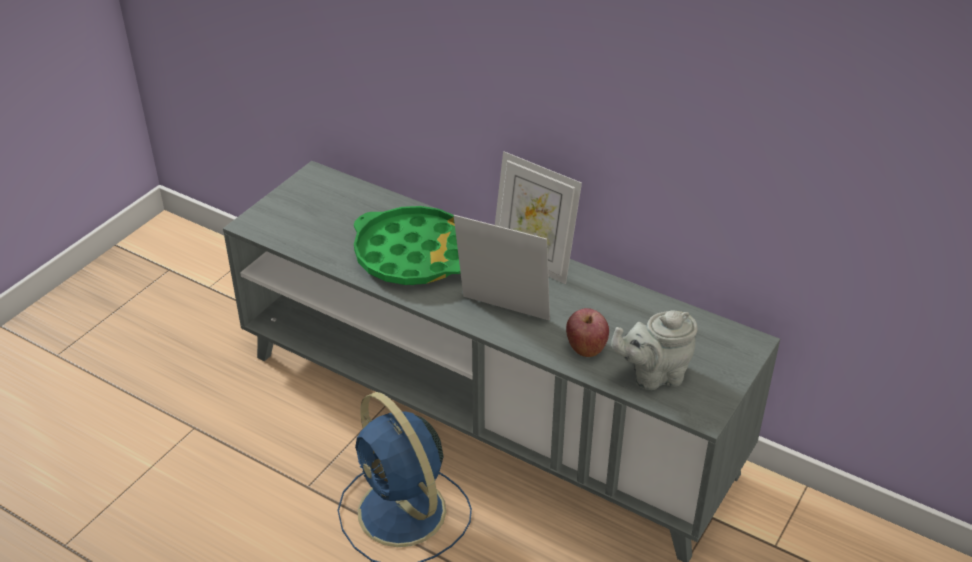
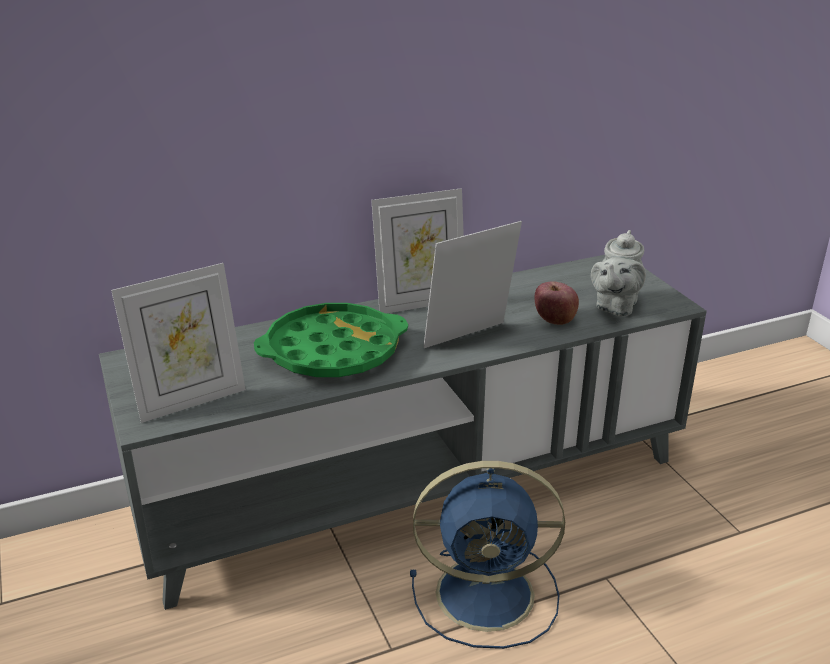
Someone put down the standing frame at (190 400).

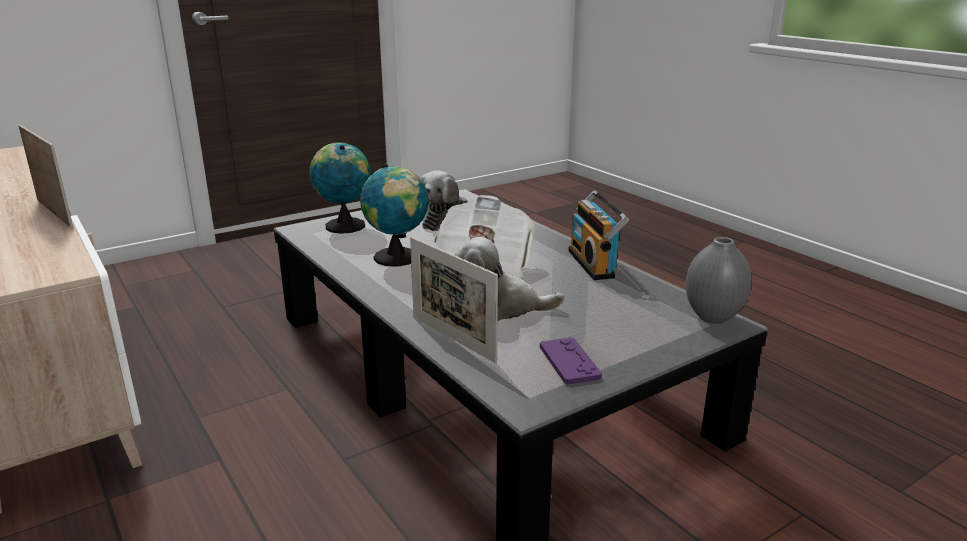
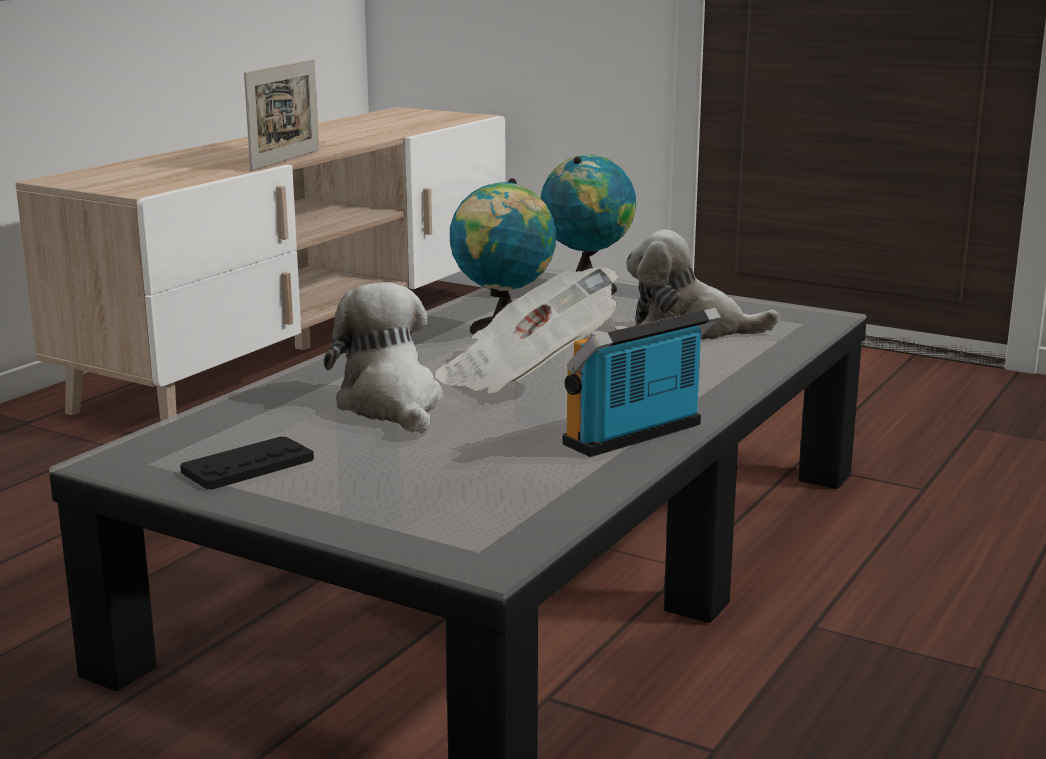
Someone took away the standing frame at (452 339).
Someone took away the greyish flower vase at (713 318).
Someone repainted the purple-coloured gamepad at (569 362), which became the black gamepad at (248 466).

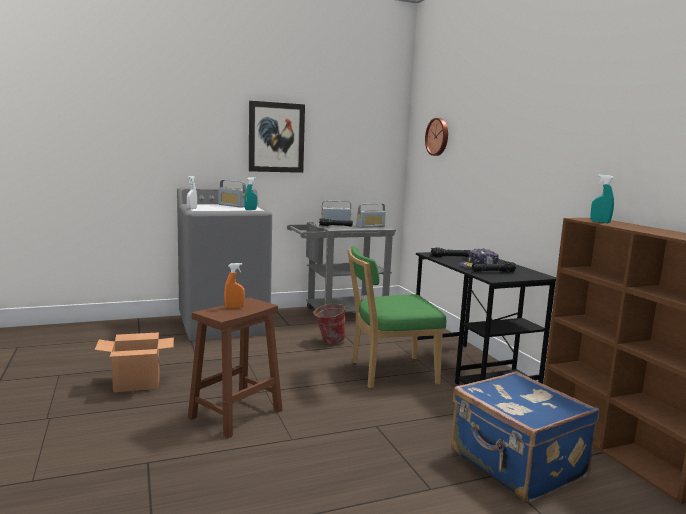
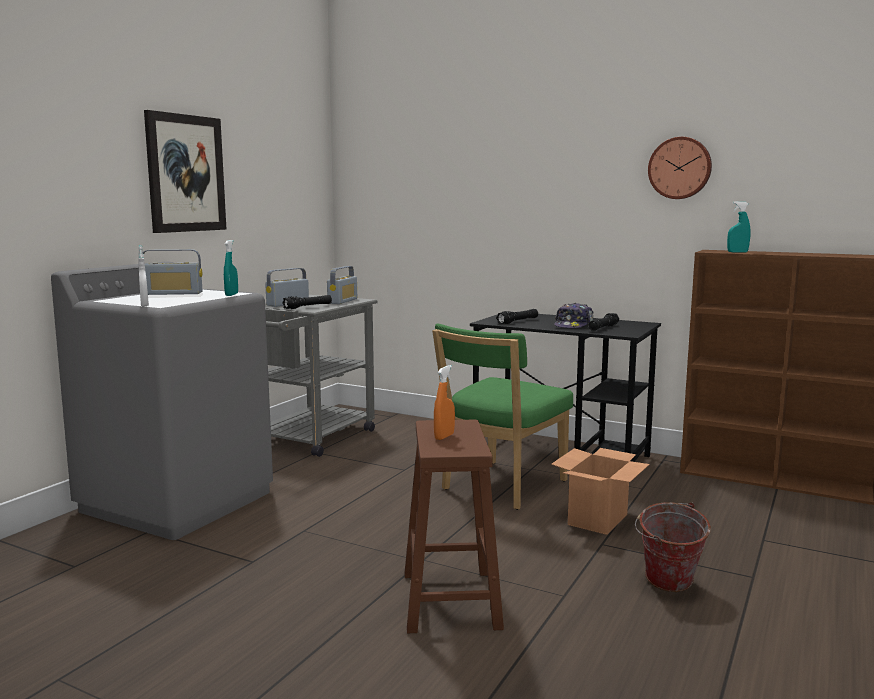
Someone carried the clock on the wall from (438 137) to (680 168).
Someone carried the pail from (328 342) to (667 586).
Someone carried the packing box from (137 384) to (597 519).
Someone took away the blue-coloured piece of luggage at (516 465).

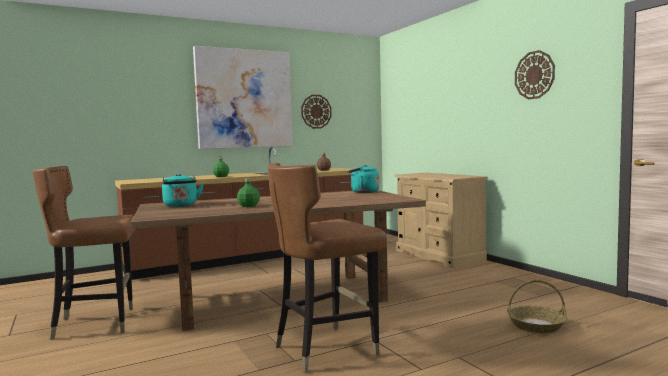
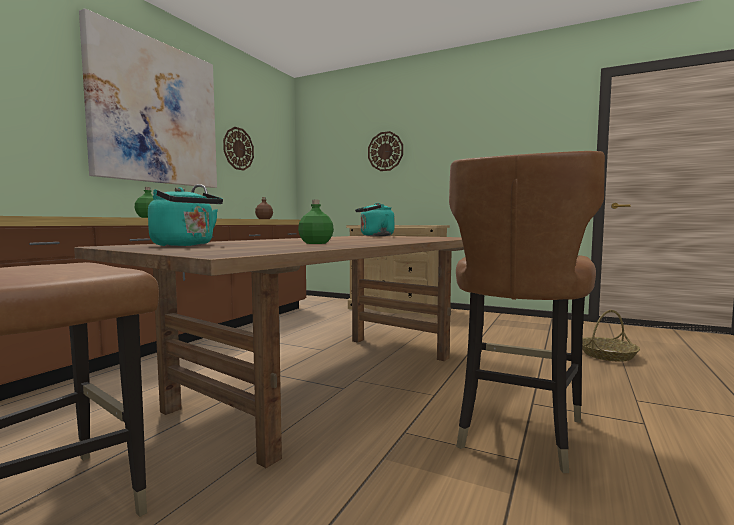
Someone carried the clock on the wall from (534 75) to (385 151).

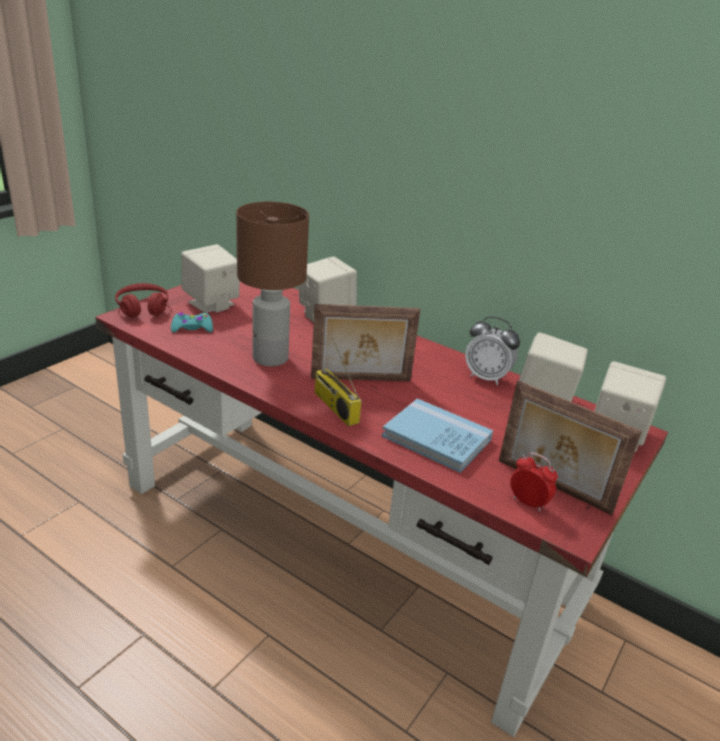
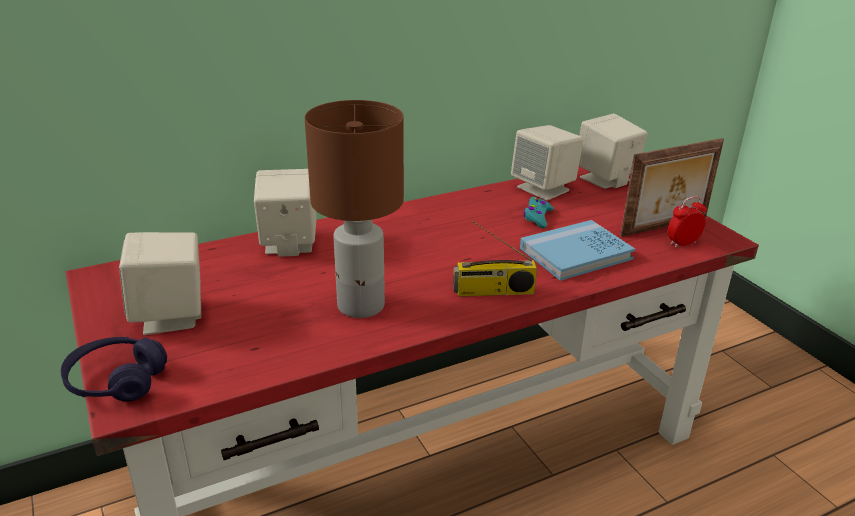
Someone repainted the red headset at (143 308), which became the purple-coloured headset at (116 381).
Someone took away the standing frame at (361 380).
Someone carried the turquoise-coloured gamepad from (192 328) to (537 217).
Someone took away the bedside clock at (486 377).

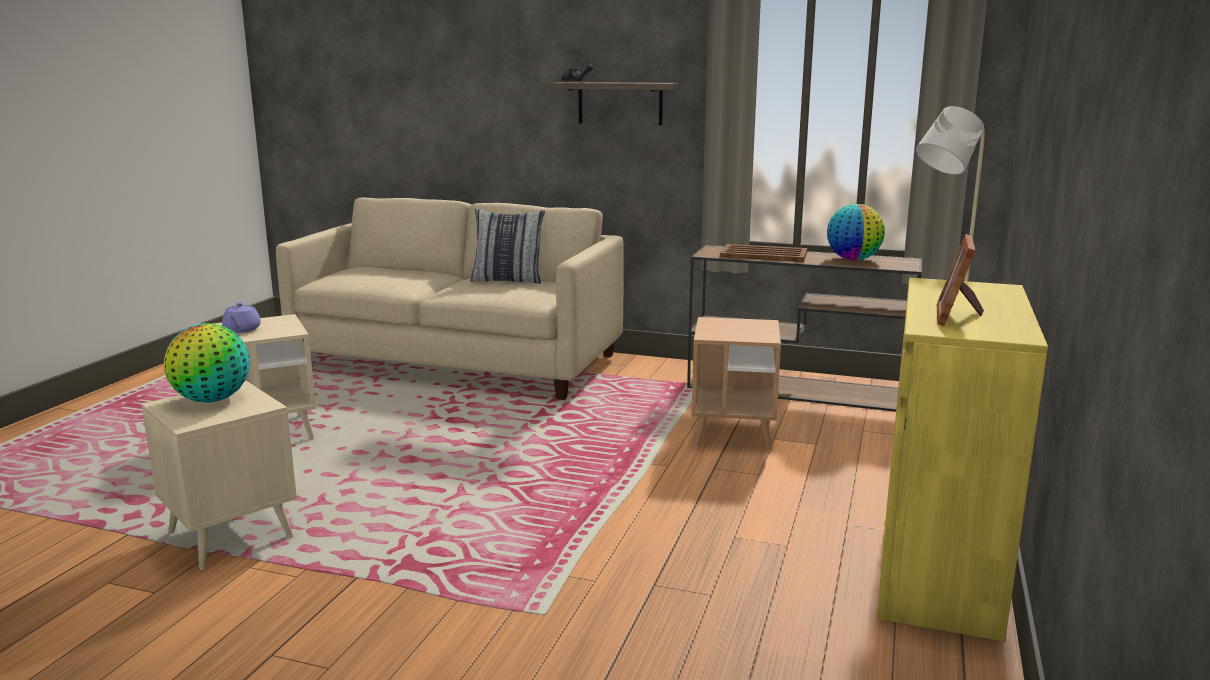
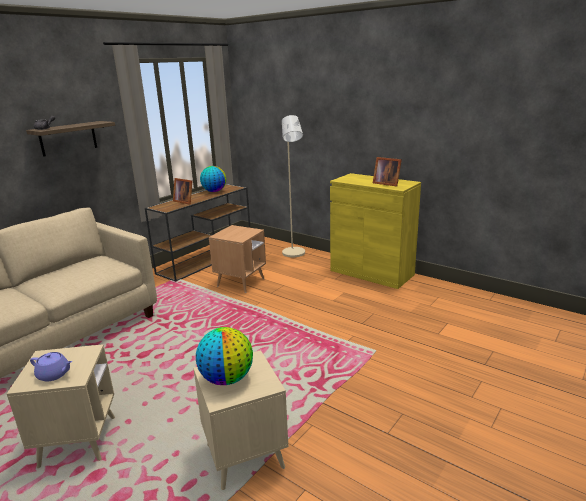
Someone took away the pillow at (508 280).
Someone swapped the brownish tray at (764 255) for the standing frame at (184 201).

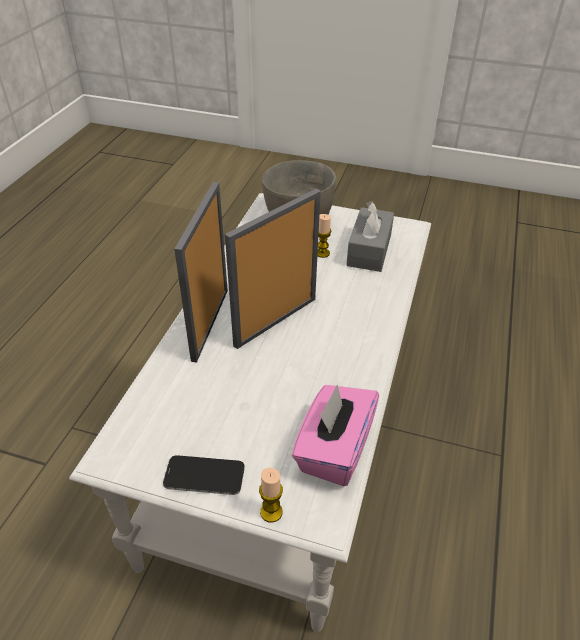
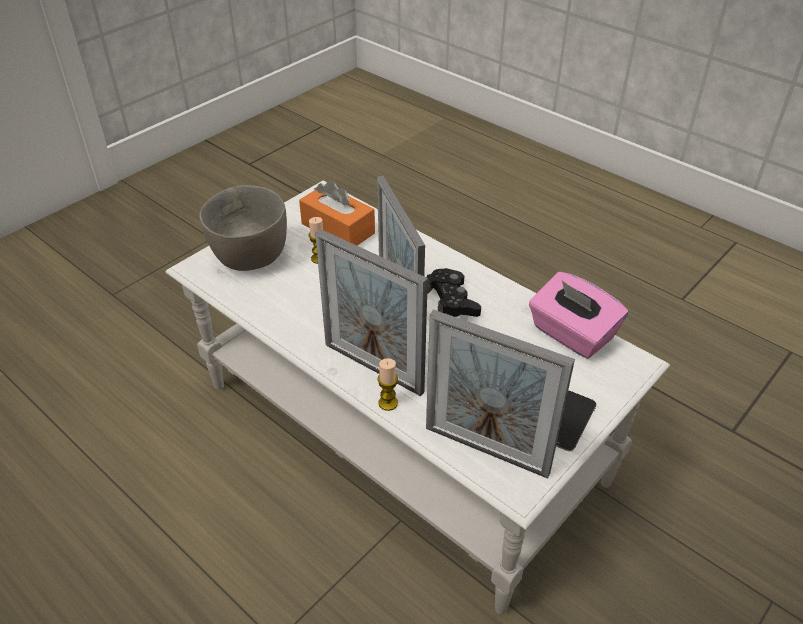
Someone repainted the greyish tissue box at (369 250), which became the orange tissue box at (338 228).
Someone carried the wax candle from (271 512) to (388 403).
Someone put down the black gamepad at (452 301).
Someone put down the standing frame at (486 450).

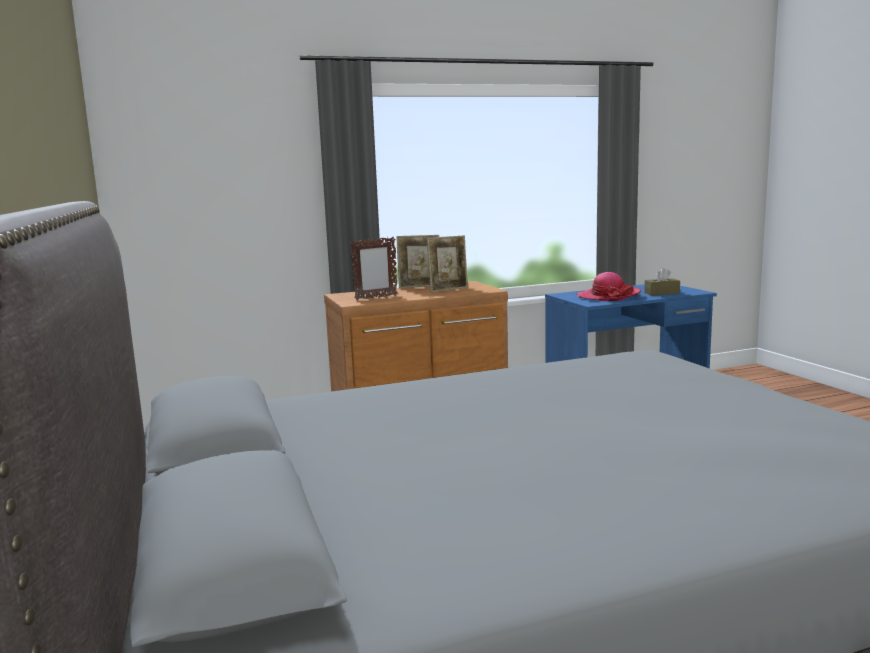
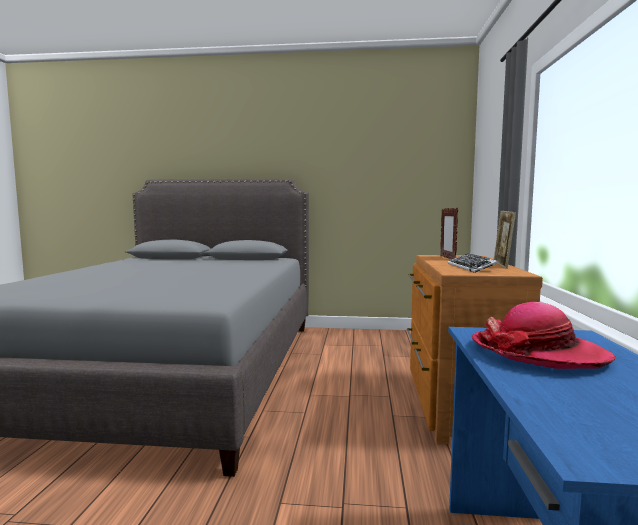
Someone swapped the standing frame at (448 290) for the PC keyboard at (471 267).
Someone took away the brownish tissue box at (661 293).

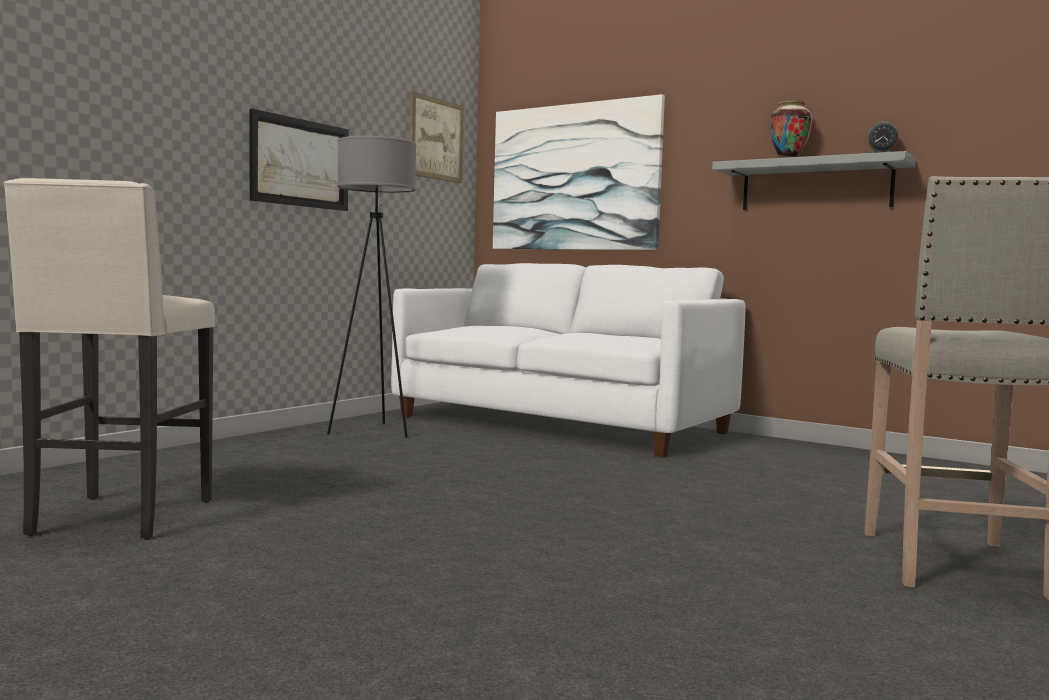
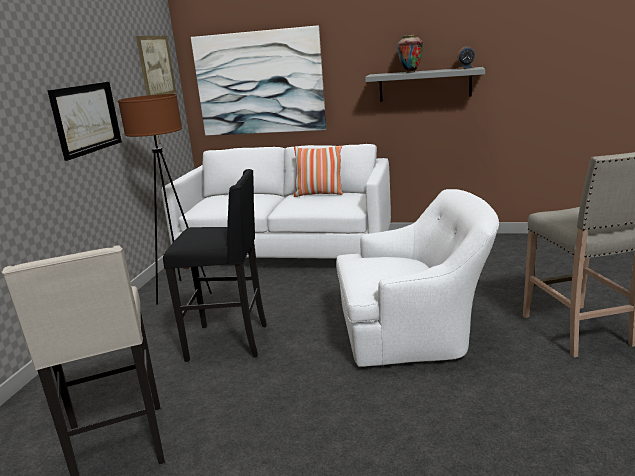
Someone repainted the greyish standing lamp at (373 431), which became the brownish standing lamp at (183 292).
Someone put down the pillow at (319 194).
Someone put down the black stool at (230 342).
Someone put down the whitish armchair at (414 332).

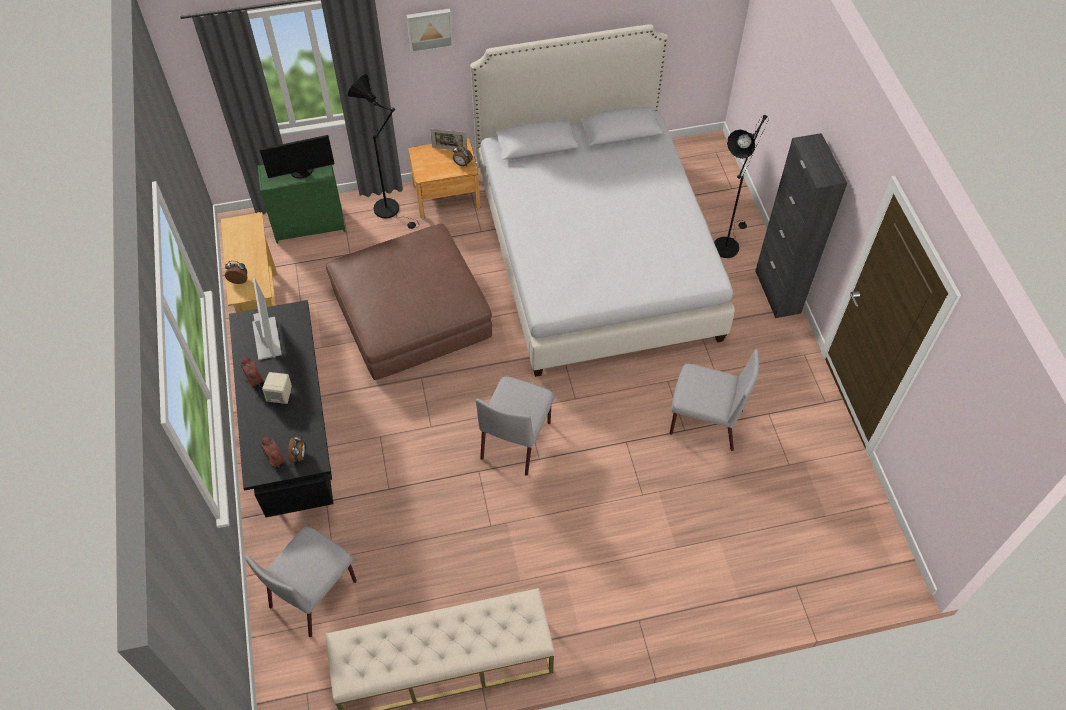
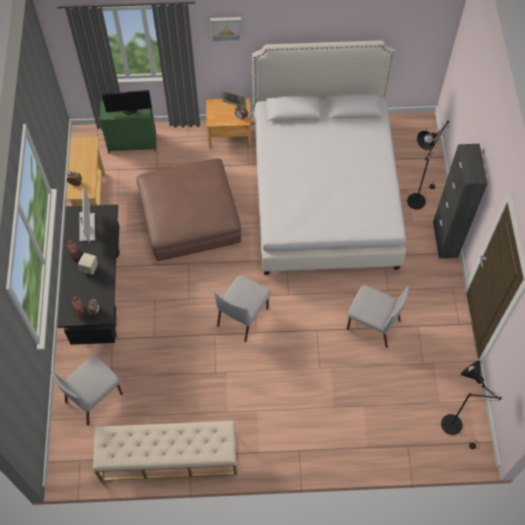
Someone carried the black standing lamp from (391 210) to (455 427).

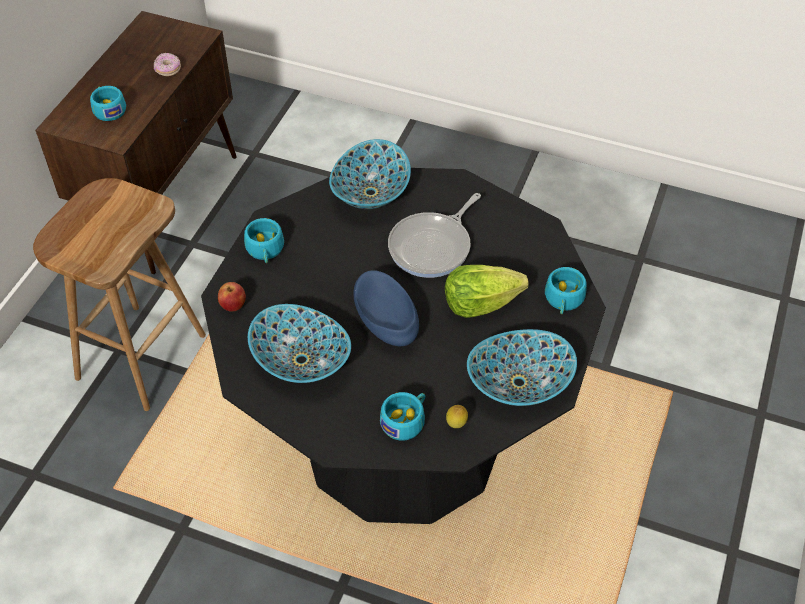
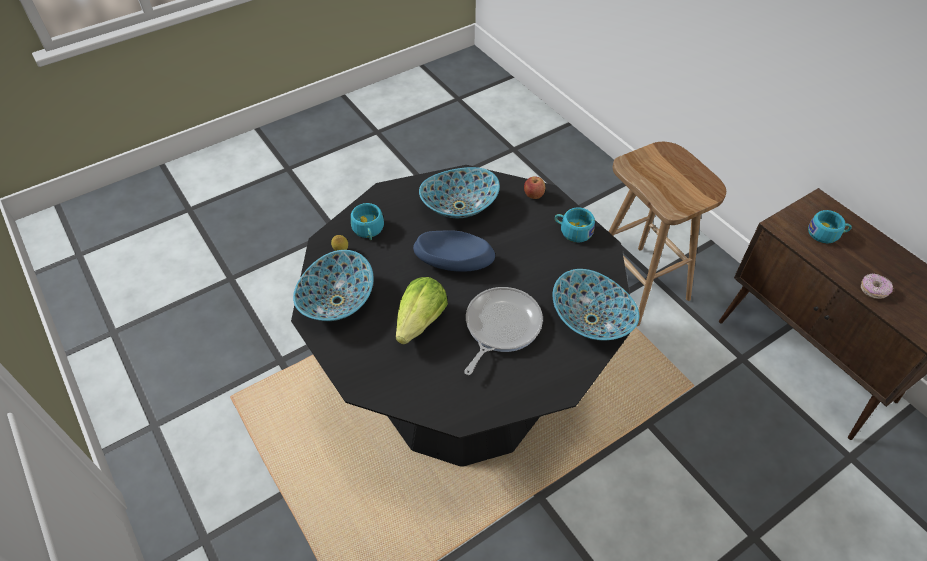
Someone rotated the frying pan at (433 246) by 45 degrees clockwise.
Someone took away the turquoise-coloured cup at (563 301).

